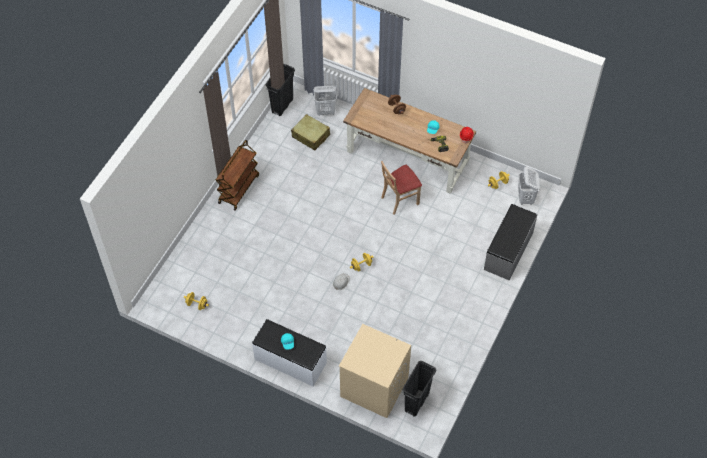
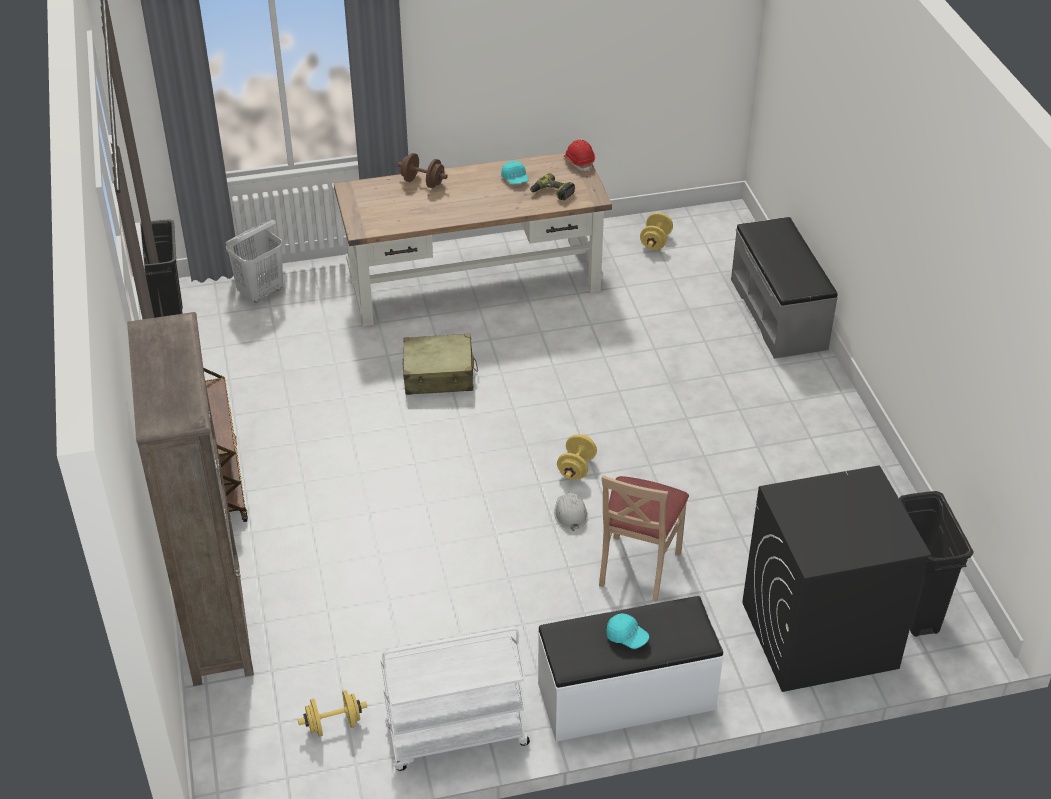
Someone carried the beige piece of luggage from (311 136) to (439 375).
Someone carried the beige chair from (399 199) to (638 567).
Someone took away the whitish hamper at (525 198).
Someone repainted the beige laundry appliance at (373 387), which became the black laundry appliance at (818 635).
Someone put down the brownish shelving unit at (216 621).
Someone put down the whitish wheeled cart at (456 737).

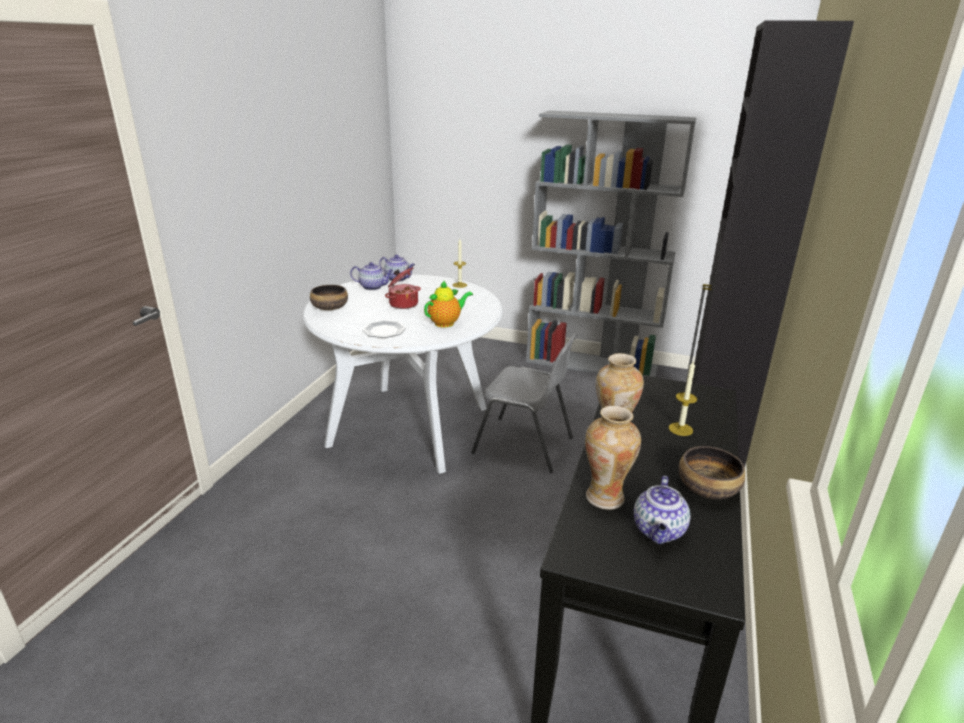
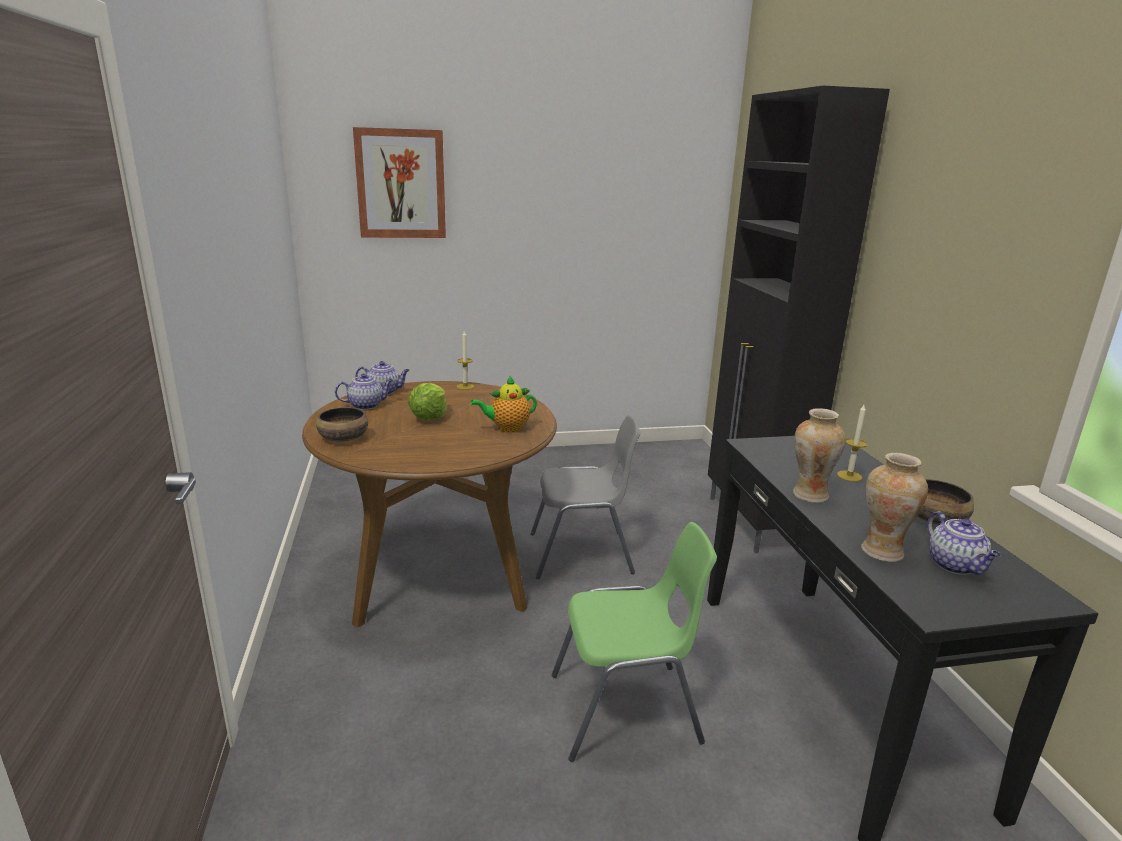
Someone took away the greyish shelving unit at (592 364).
Someone swapped the stockpot at (403 304) for the lettuce head at (429 417).
Someone repainted the whitish dining table at (409 426), which became the brownish dining table at (439 570).
Someone rotated the teapot at (446 323) by 135 degrees counterclockwise.
Someone took away the dinner plate at (384 331).
Someone put up the wall art at (401 184).
Someone put down the green chair at (627 709).

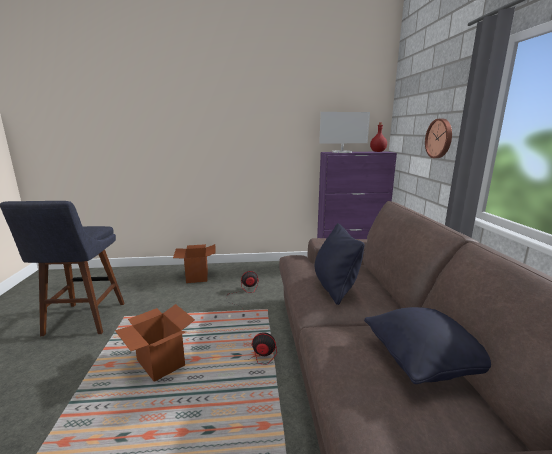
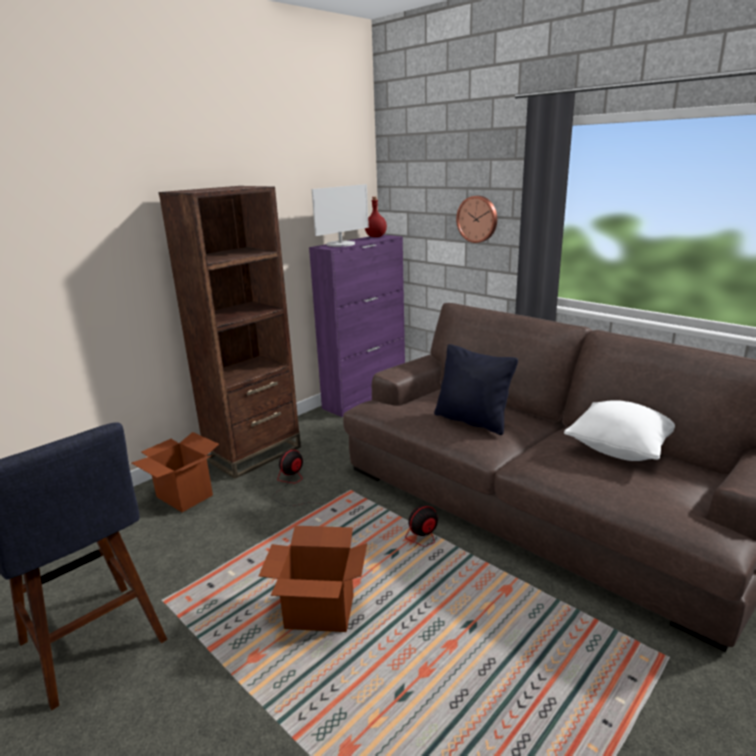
Someone repainted the black pillow at (423 363), which became the whitish pillow at (619 449).
Someone put down the brownish shelving unit at (253 453).

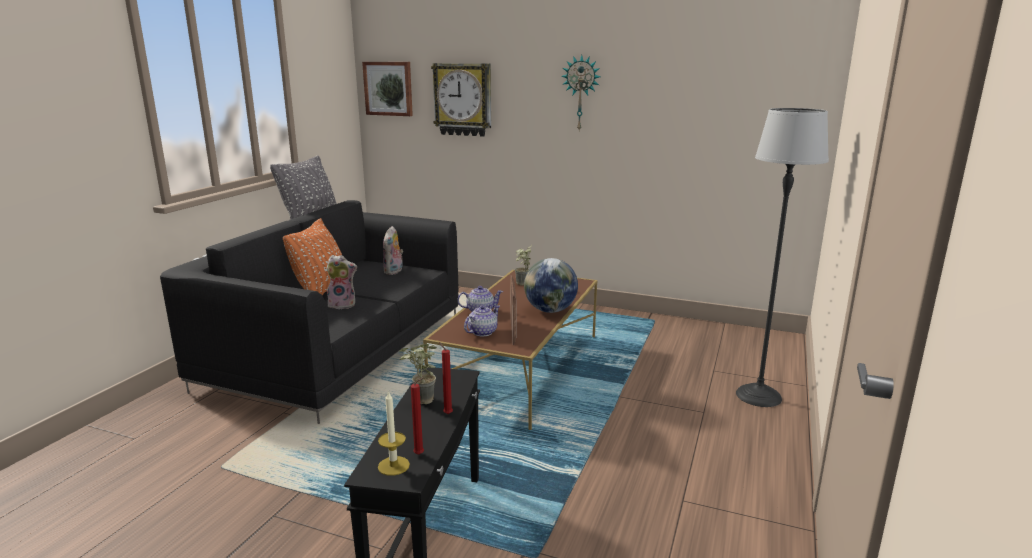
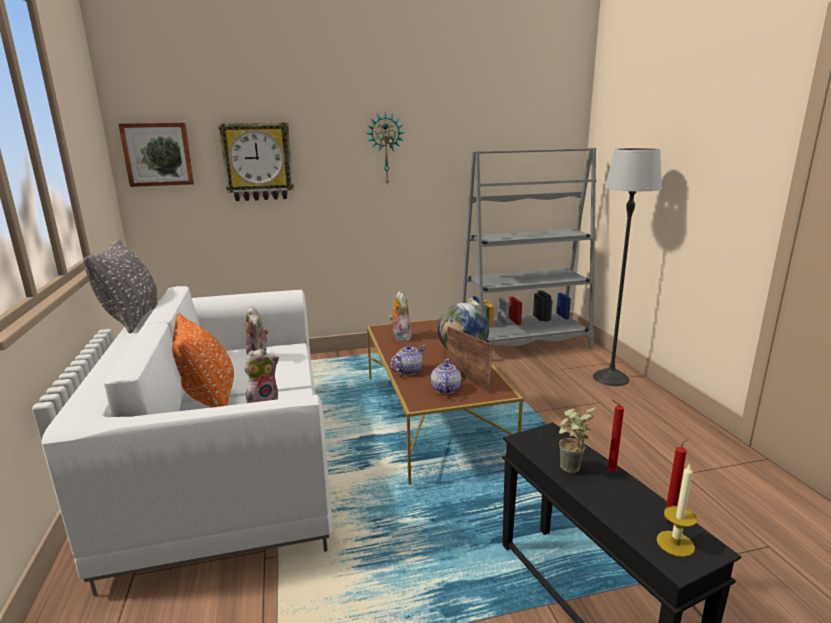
Someone repainted the black sofa at (337 350), which became the whitish sofa at (229 463).
Someone swapped the potted plant at (522 285) for the plush toy at (400 337).
Someone put down the greyish shelving unit at (525 344).

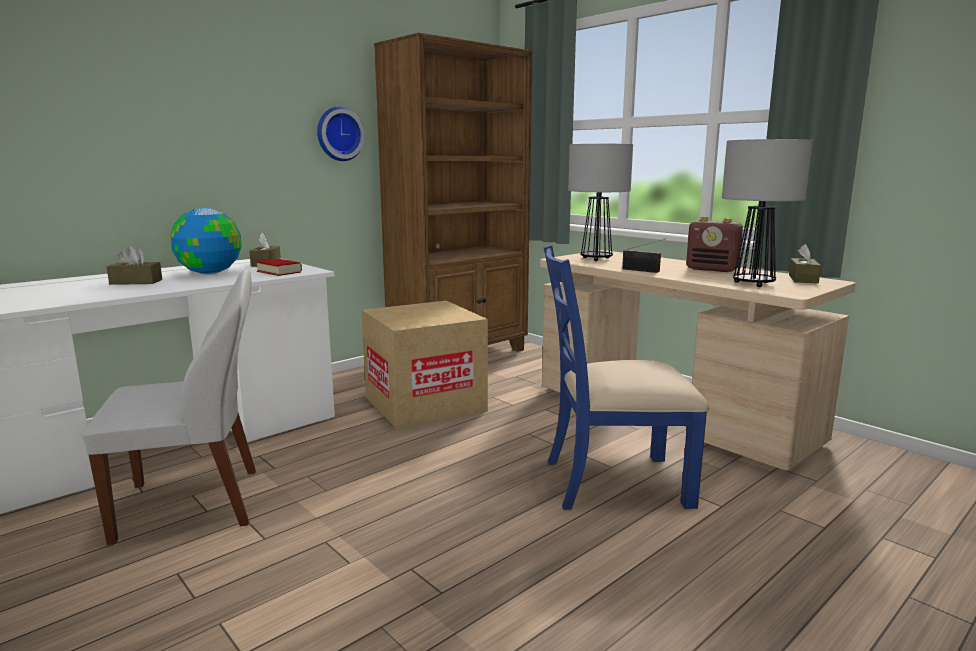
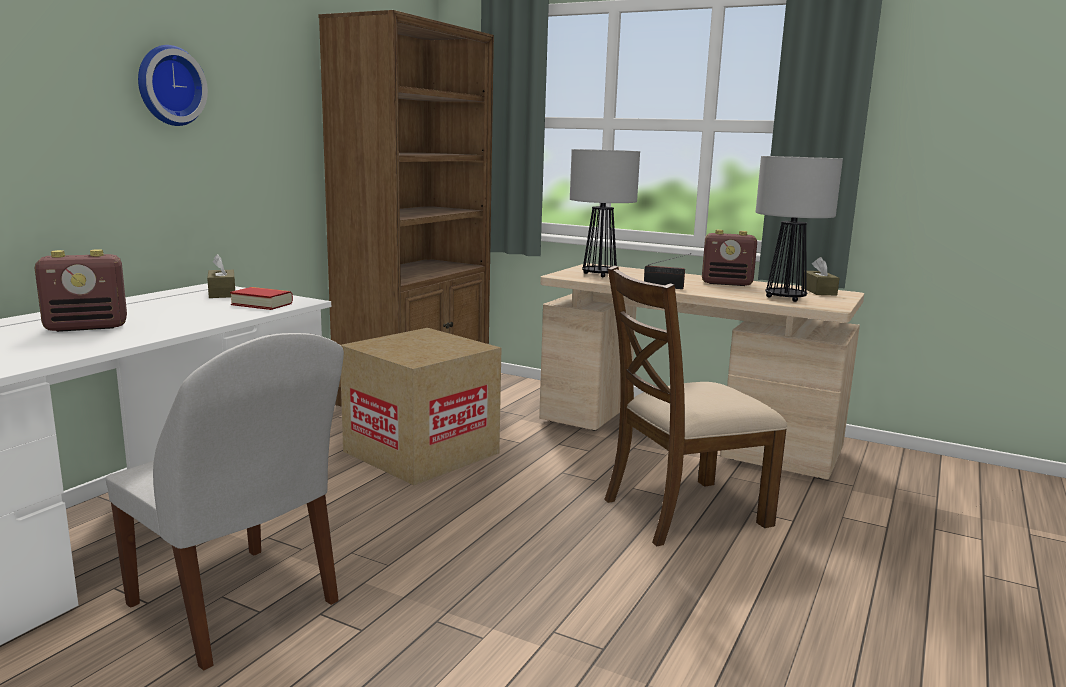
Someone carried the clock on the wall from (338 134) to (168 86).
Someone took away the globe at (209 273).
Someone repainted the blue-coloured chair at (614 482), which became the brownish chair at (683 511).
Someone swapped the brownish tissue box at (136 282) for the radio set at (87 327).
Someone rotated the whitish chair at (194 504) by 75 degrees clockwise.

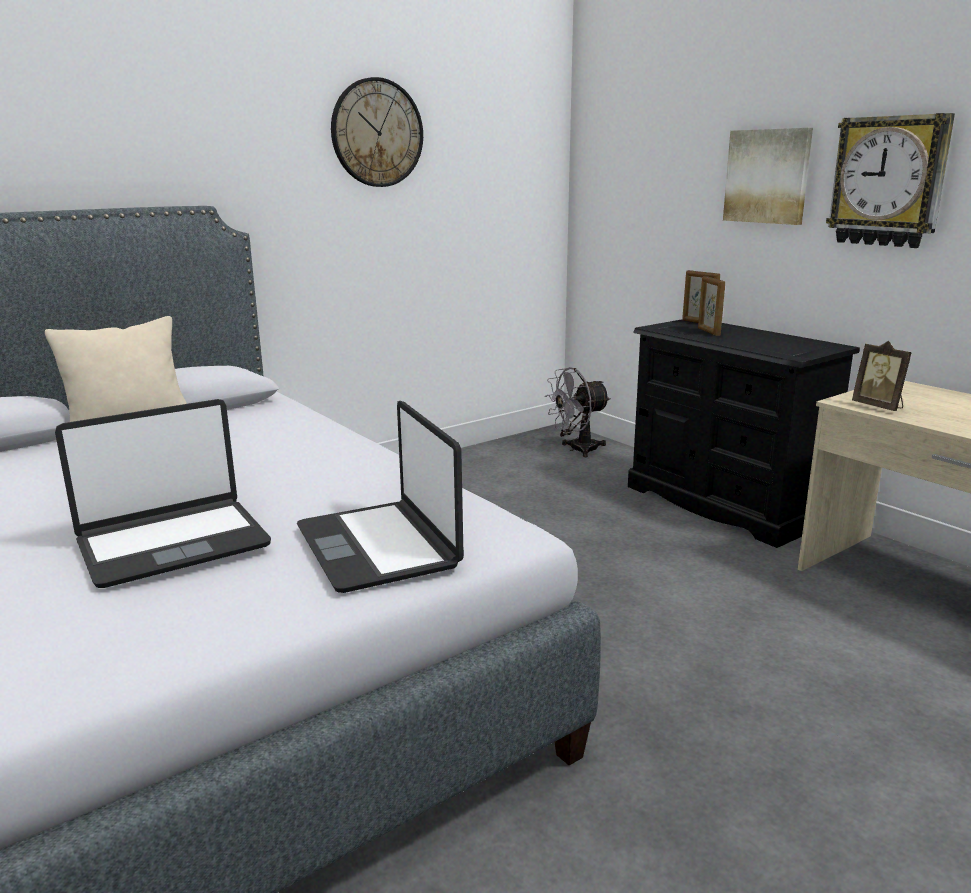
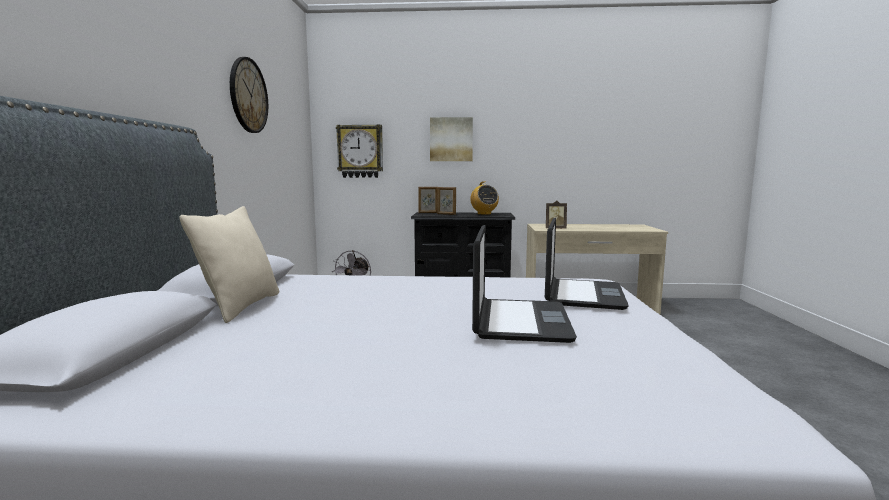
Someone carried the clock on the wall from (888 181) to (360 151).
Someone rotated the laptop at (379 546) by 90 degrees counterclockwise.
Someone put down the radio set at (484 214).

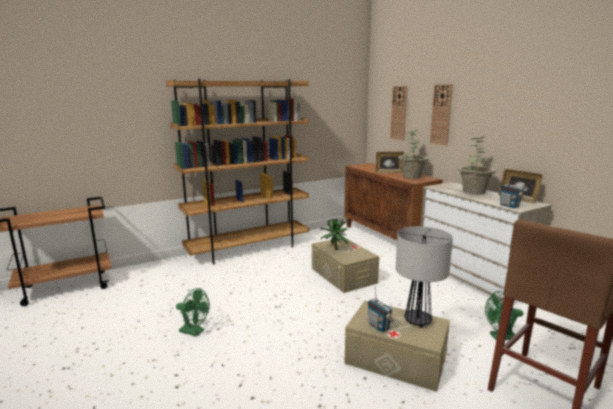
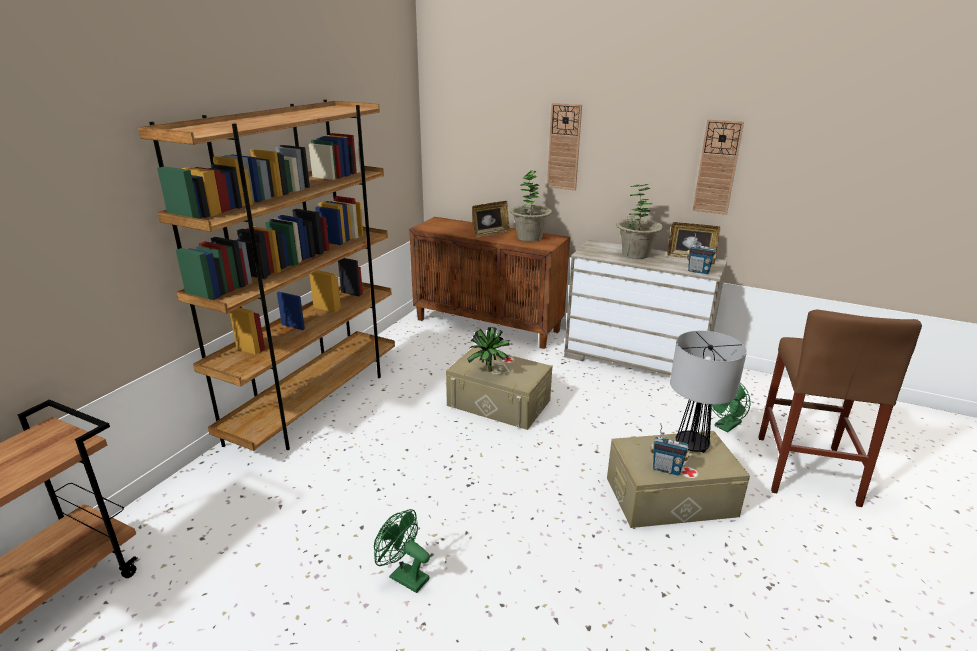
Someone carried the clock on the wall from (399 113) to (717 167).
Someone rotated the green electric fan at (195 332) by 135 degrees counterclockwise.

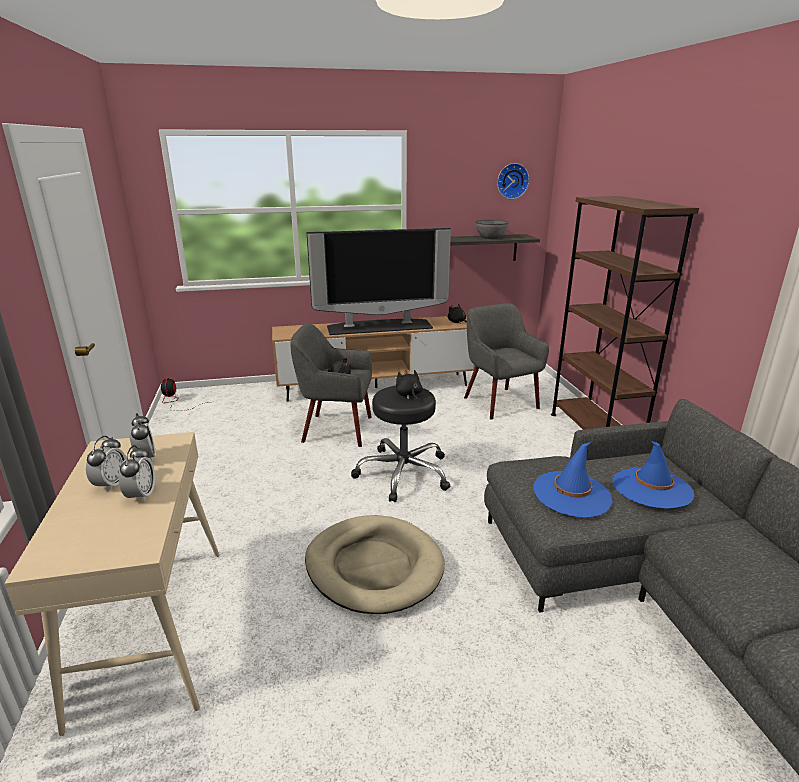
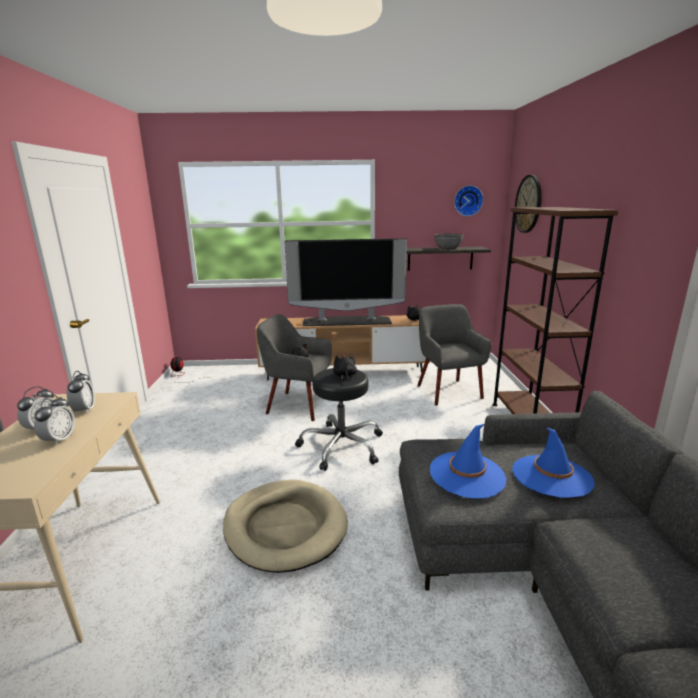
Someone put up the clock on the wall at (528 204).

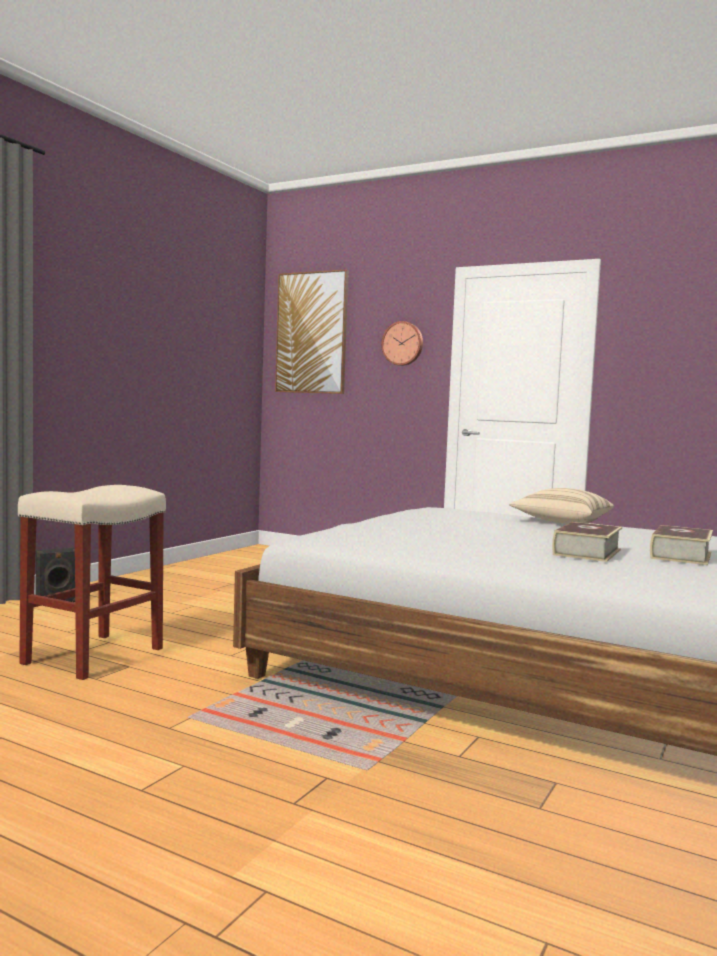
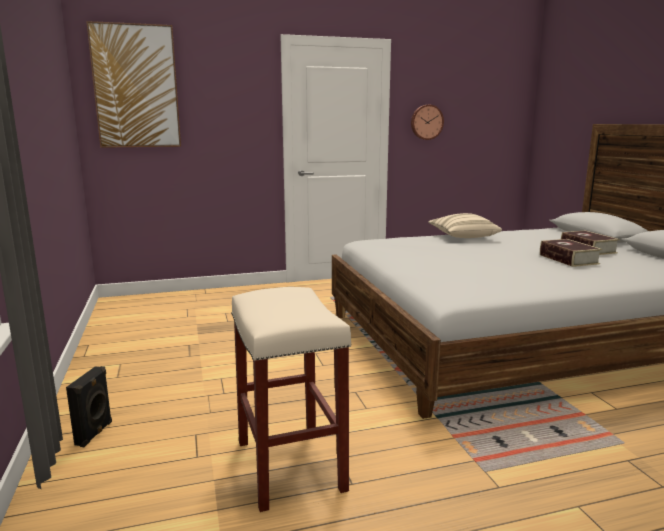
Someone carried the clock on the wall from (403 343) to (426 122).

